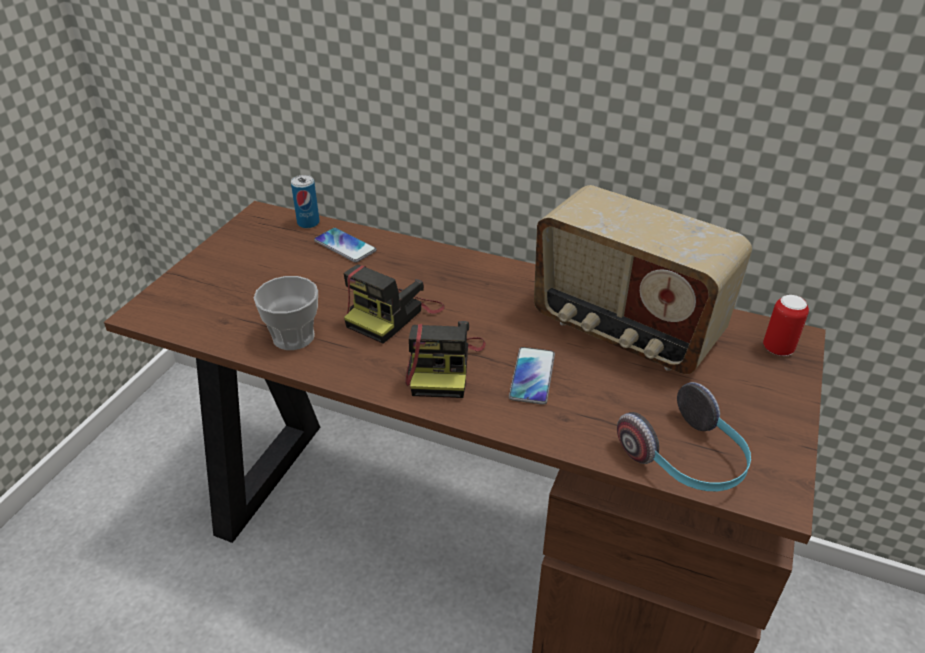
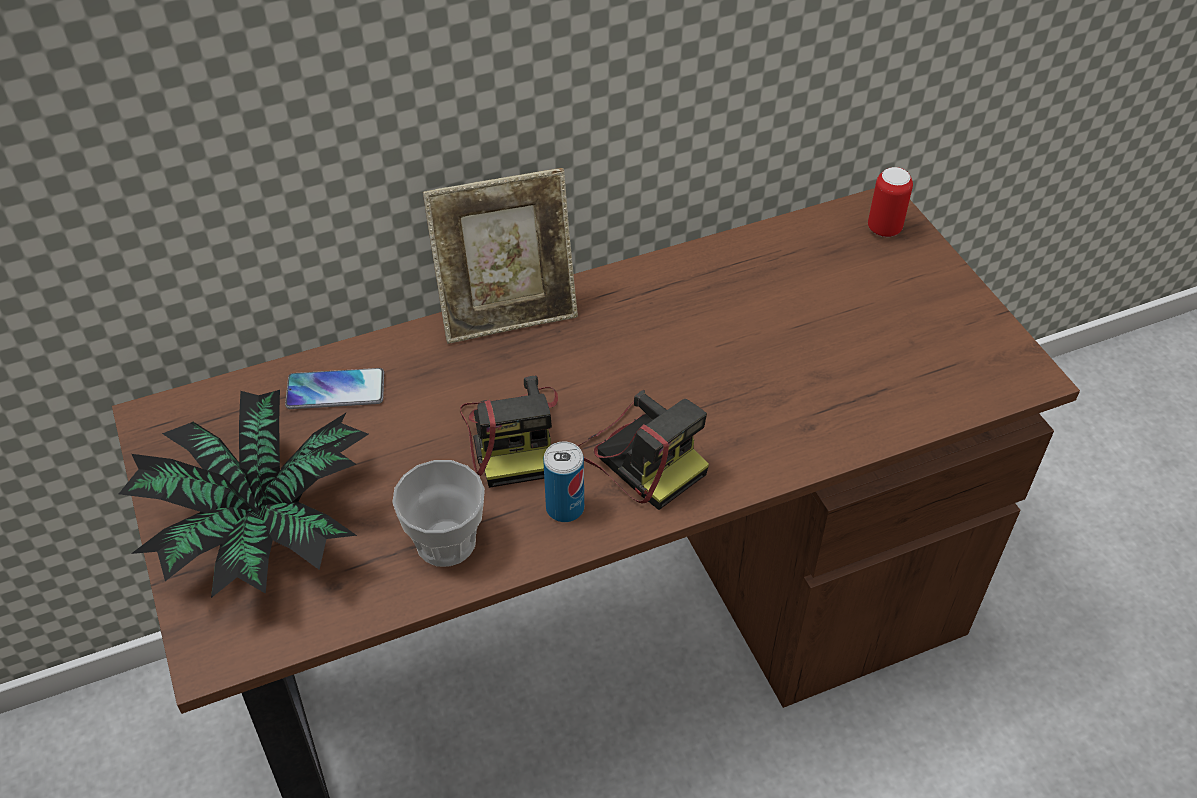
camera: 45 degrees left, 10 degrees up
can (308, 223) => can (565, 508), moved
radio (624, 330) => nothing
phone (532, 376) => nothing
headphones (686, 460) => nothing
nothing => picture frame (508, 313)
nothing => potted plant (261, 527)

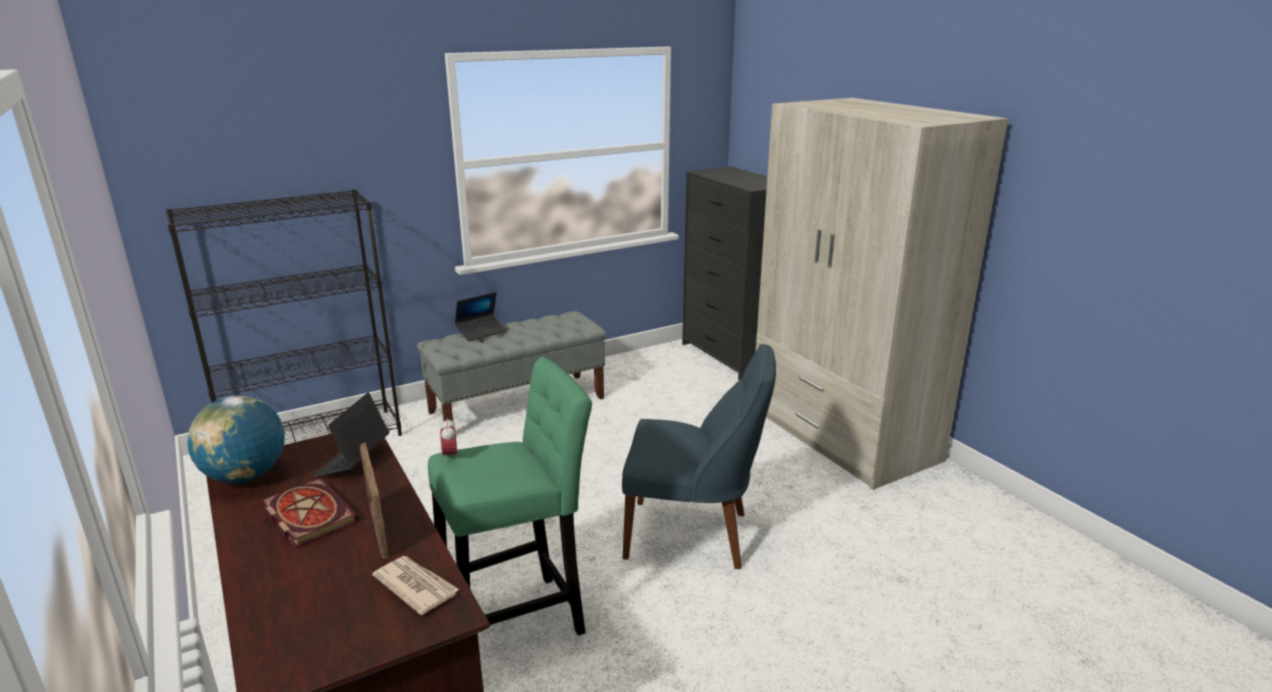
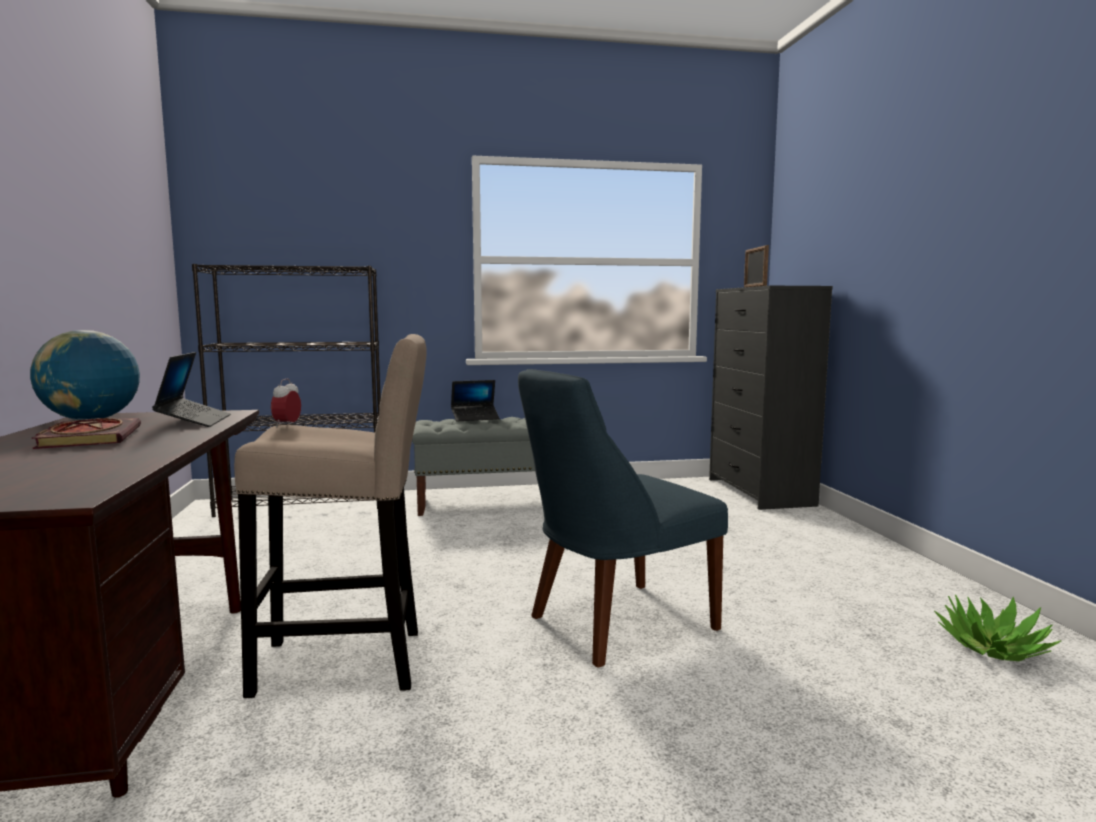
camera: 20 degrees right, 15 degrees down
wardrobe (beige) (842, 435) => nothing
chair (blue) (693, 535) => chair (blue) (615, 624), 120 degrees clockwise
stool (green) (520, 620) => stool (beige) (350, 663)
laptop (353, 461) => laptop (194, 421), 135 degrees clockwise
picture frame (378, 529) => picture frame (754, 287), moved
newspaper (416, 586) => nothing
nothing => potted plant (993, 647)

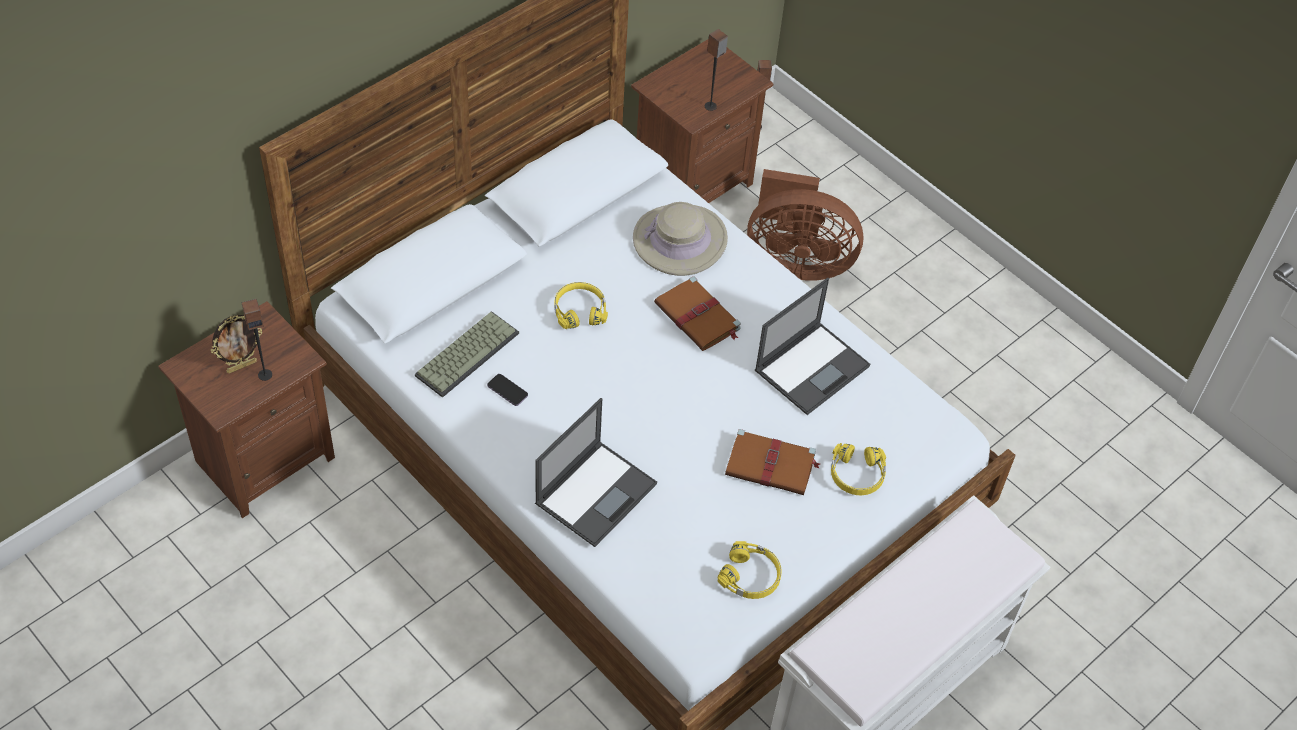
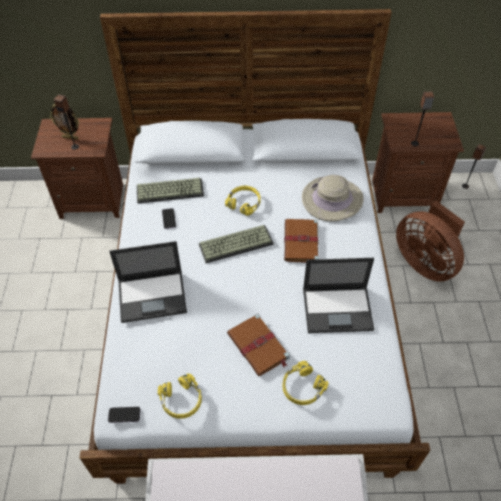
camera: 45 degrees right, 0 degrees up
nothing => keyboard (236, 243)
nothing => phone (124, 415)

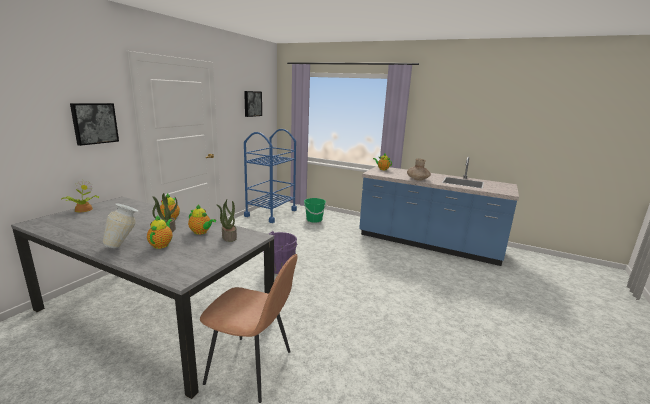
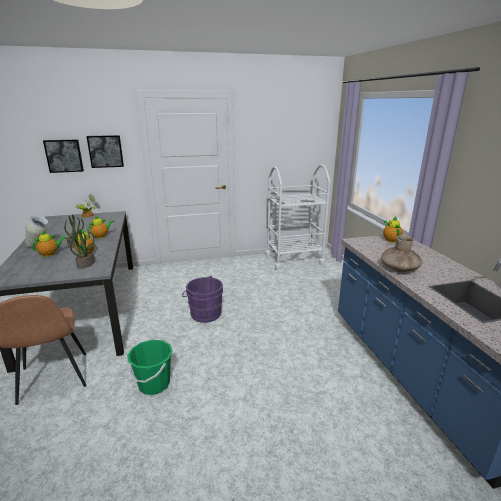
camera: 50 degrees right, 5 degrees up
picture (252, 103) => picture (64, 155), moved
cart (blue) (271, 213) => cart (white) (294, 259)
bucket (green) (314, 220) => bucket (green) (154, 384), moved

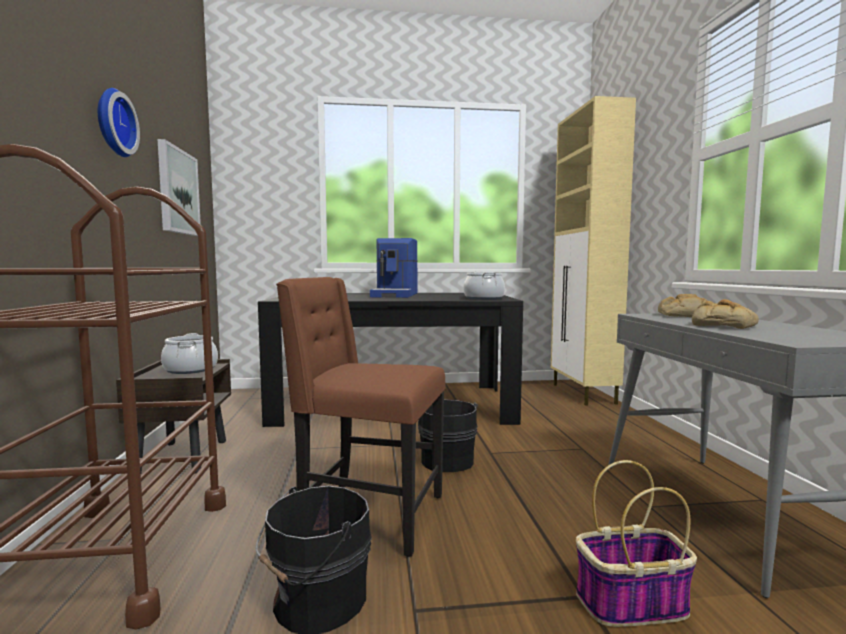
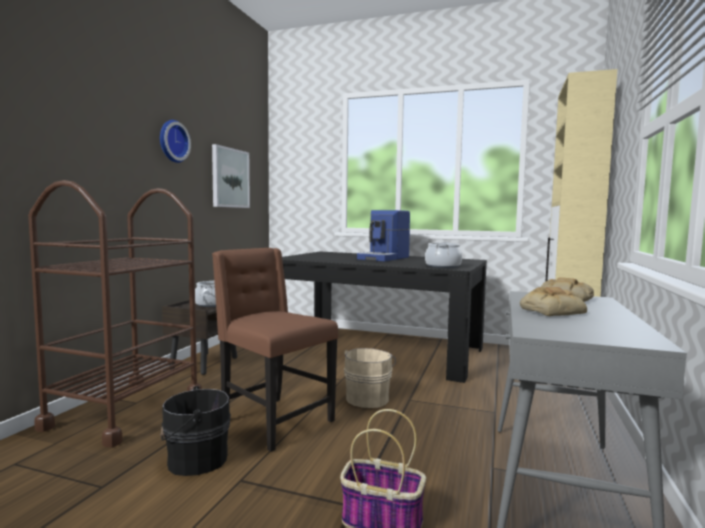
camera: 25 degrees right, 0 degrees up
bucket (black) (446, 460) => bucket (beige) (368, 398)

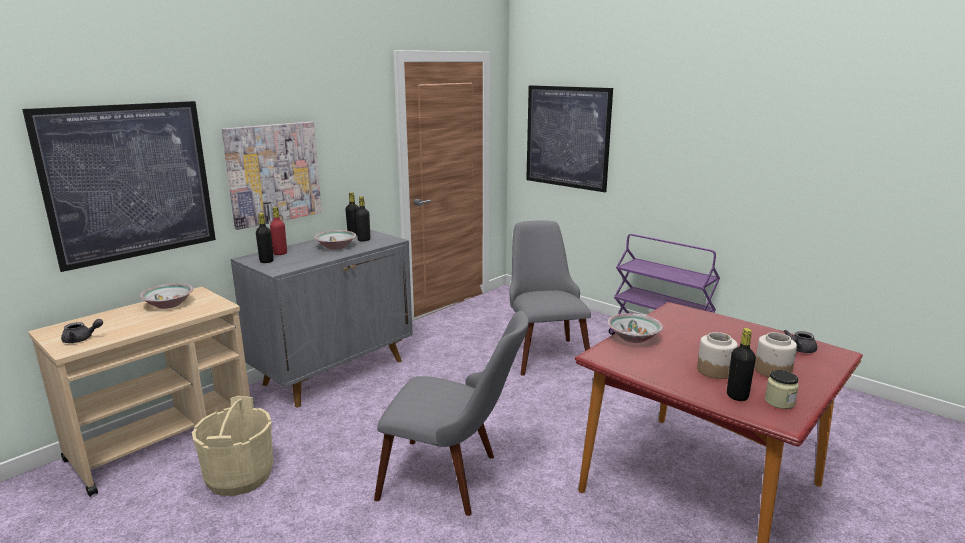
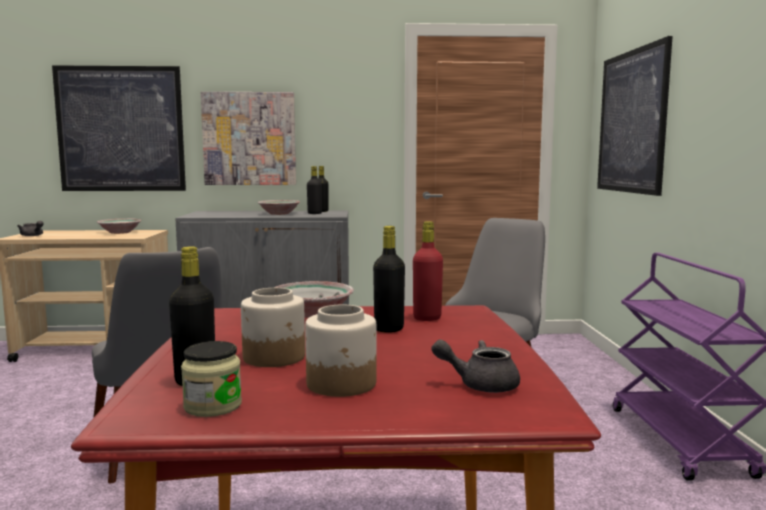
camera: 45 degrees right, 10 degrees down
bottle (red) (280, 253) => bottle (red) (427, 318), moved
bottle (black) (266, 261) => bottle (black) (389, 329), moved
bucket (beige) (239, 476) => nothing

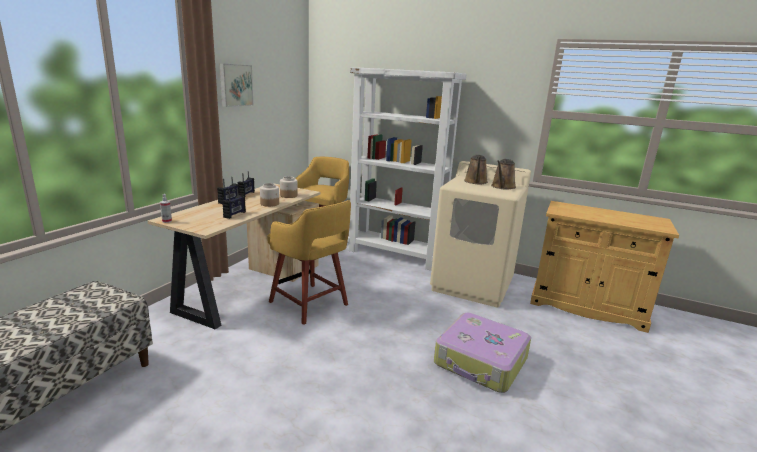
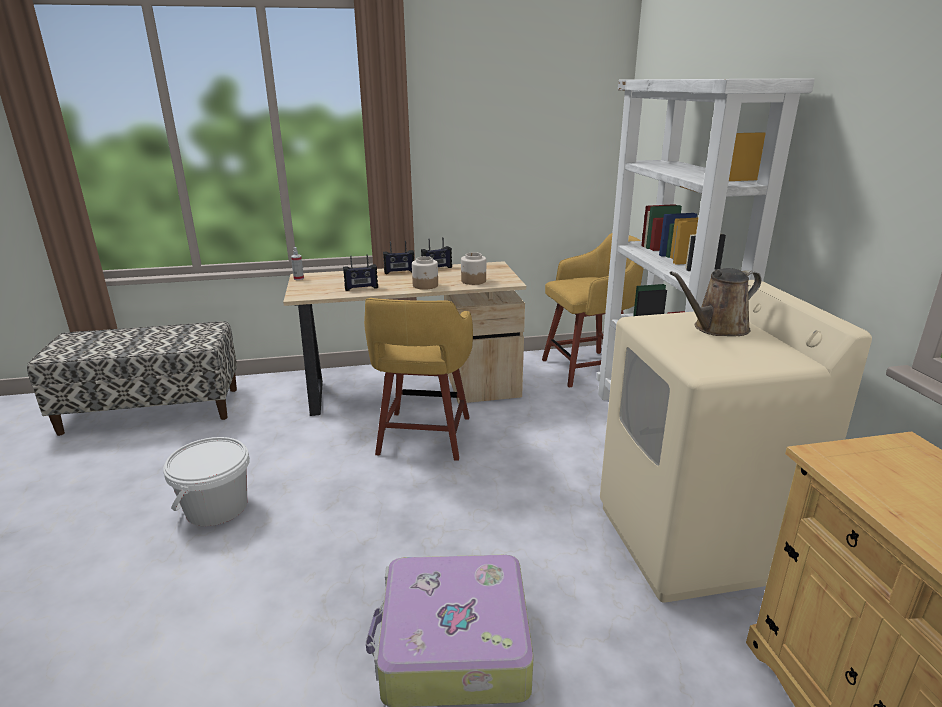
camera: 55 degrees right, 5 degrees up
picture (235, 85) => nothing
watering can (brown) (502, 187) => nothing
nothing => bucket (white) (216, 507)

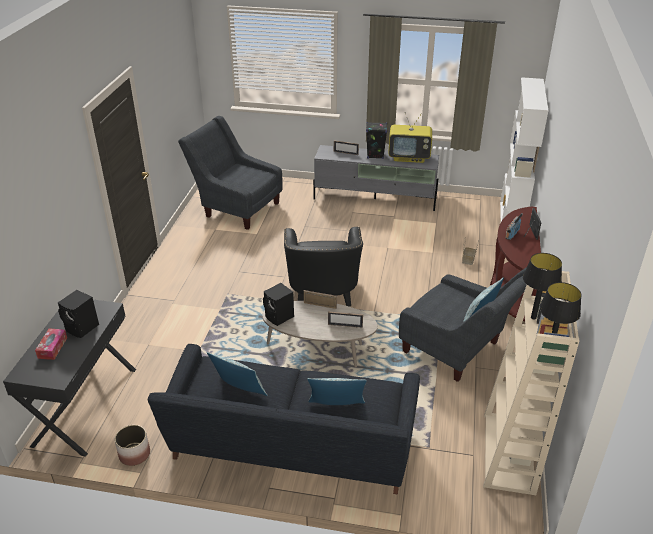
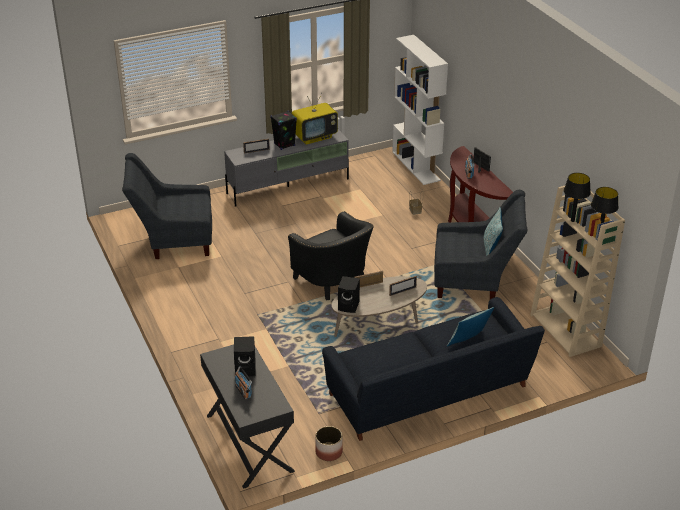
camera: 35 degrees left, 0 degrees up
tissue box (52, 348) => radio (243, 391)
pillow (239, 391) => nothing

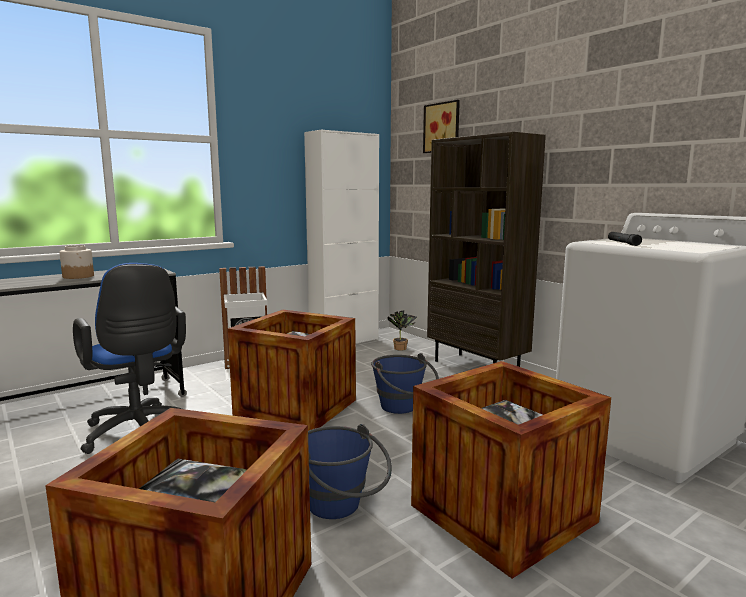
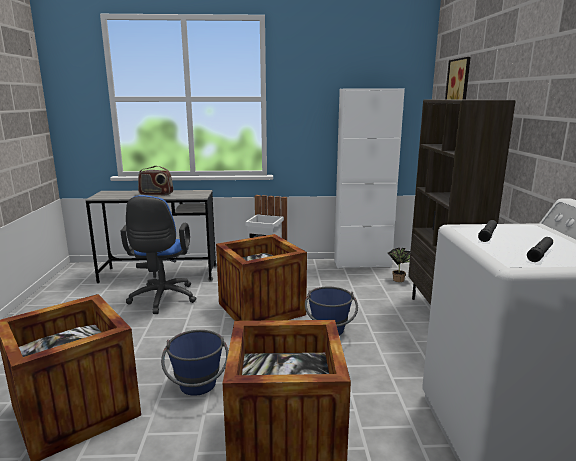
camera: 35 degrees right, 5 degrees up
jar (78, 276) => radio (156, 194)
nothing => flashlight (black) (540, 254)

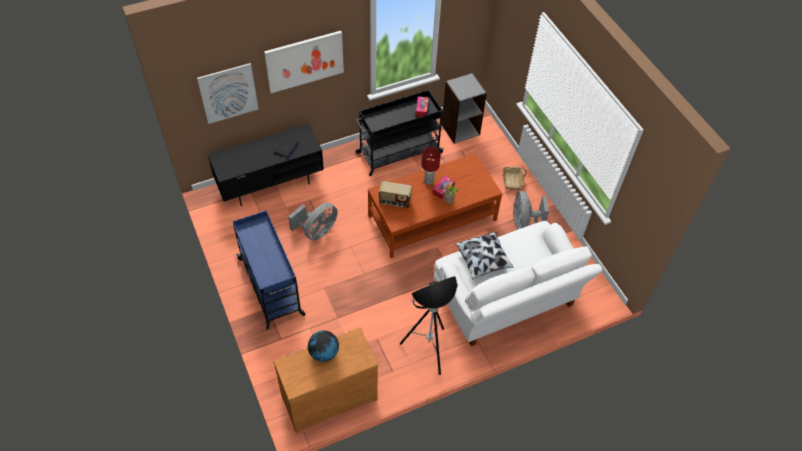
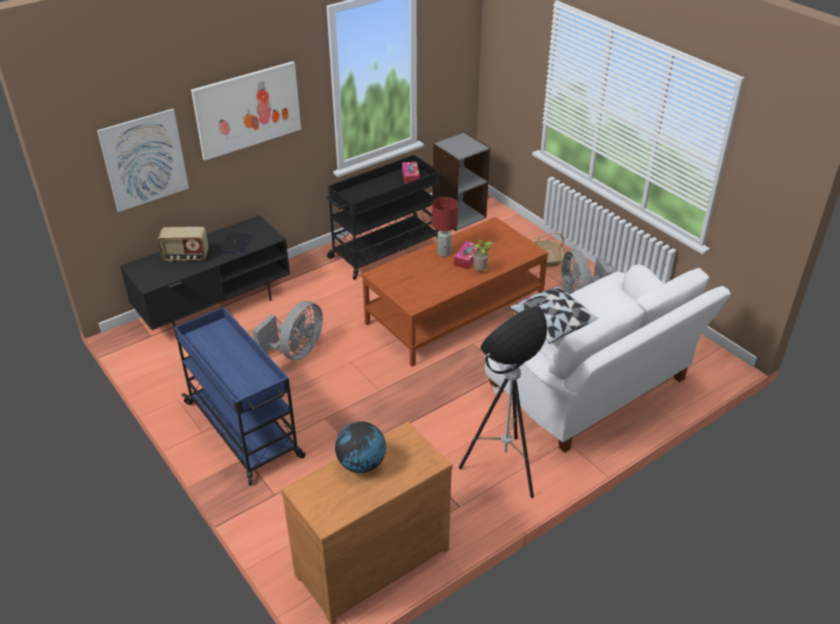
camera: 10 degrees left, 15 degrees down
radio (395, 202) => radio (186, 257), moved

